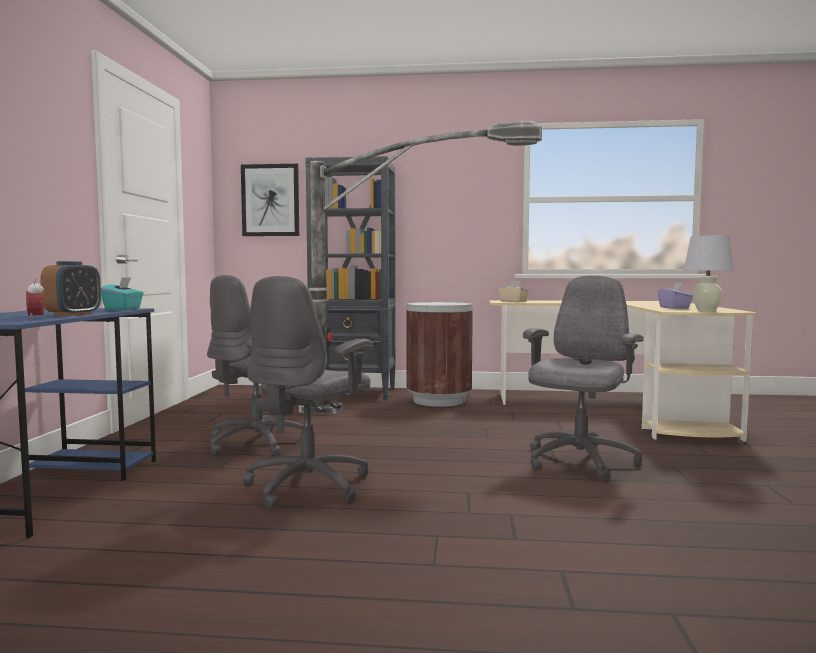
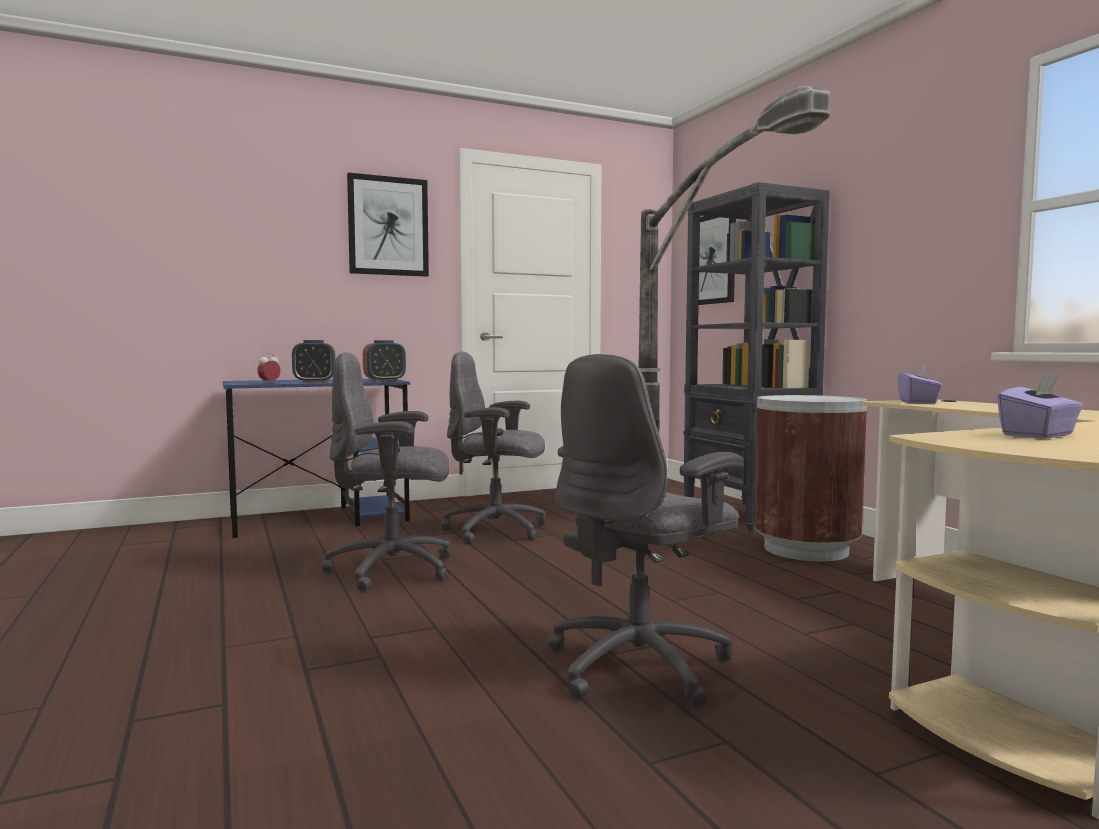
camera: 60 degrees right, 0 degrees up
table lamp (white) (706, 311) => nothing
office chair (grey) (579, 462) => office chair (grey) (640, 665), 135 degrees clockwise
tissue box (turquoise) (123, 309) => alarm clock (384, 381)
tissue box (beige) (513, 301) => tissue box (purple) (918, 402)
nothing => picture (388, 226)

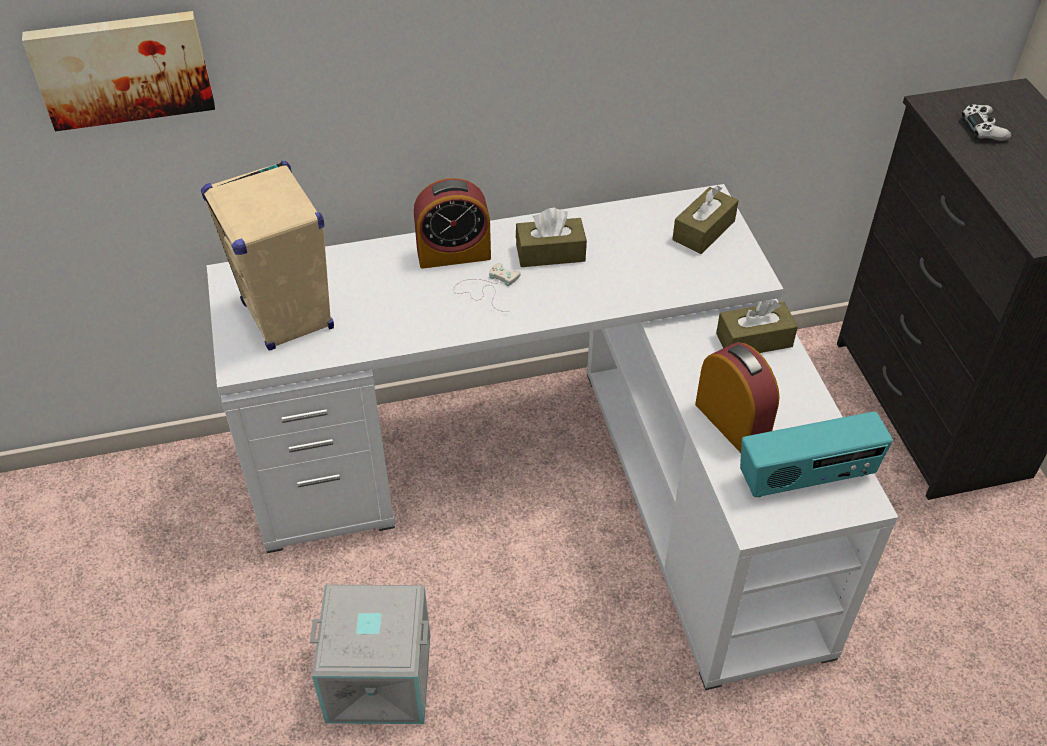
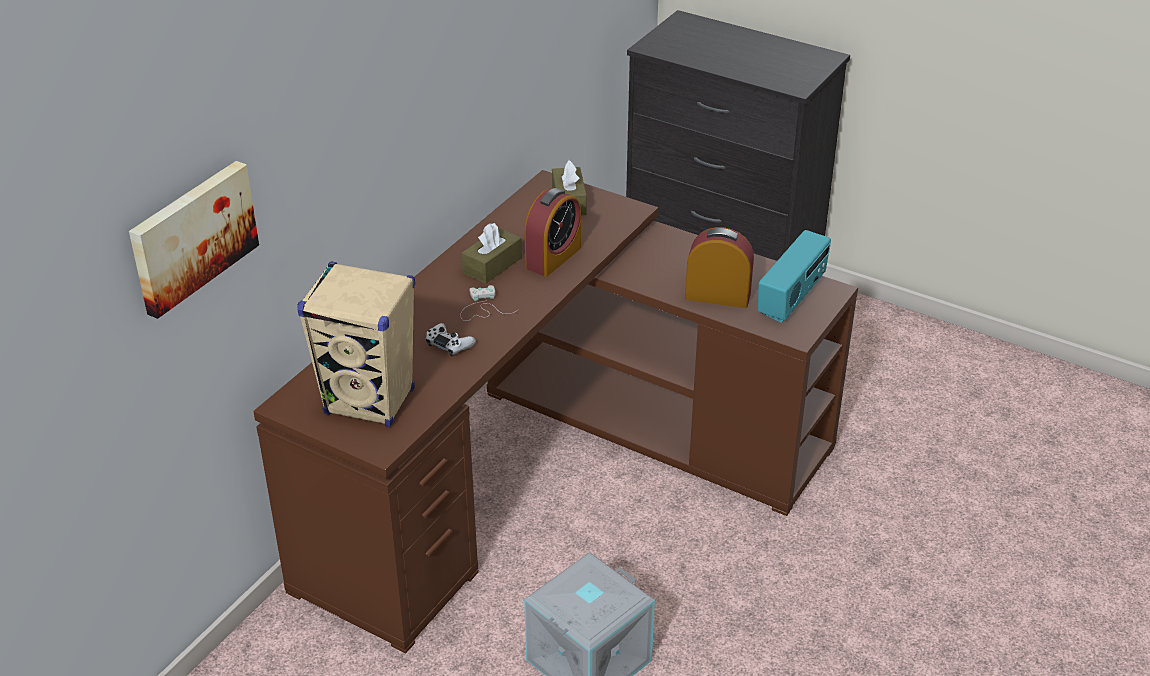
camera: 45 degrees left, 10 degrees down
game controller (white) (983, 129) => game controller (white) (449, 344), moved
alarm clock (453, 254) => alarm clock (553, 257), moved
desk (white) (562, 480) => desk (brown) (554, 467)
tissue box (brown) (754, 340) => nothing

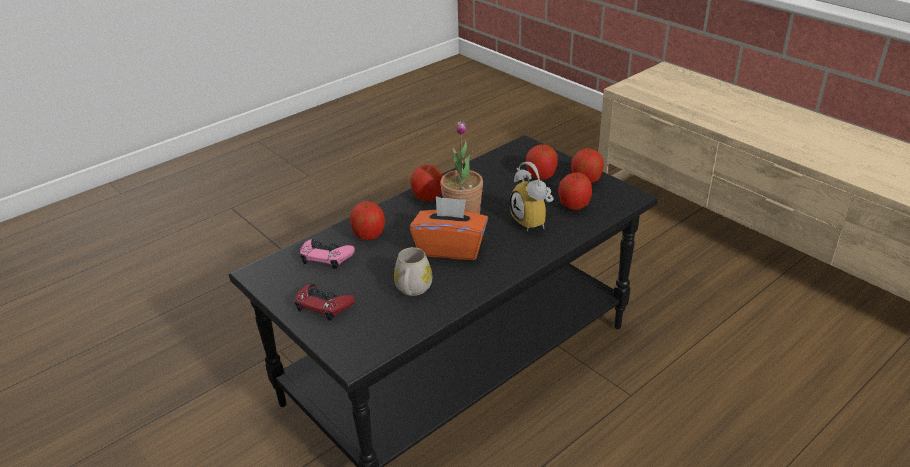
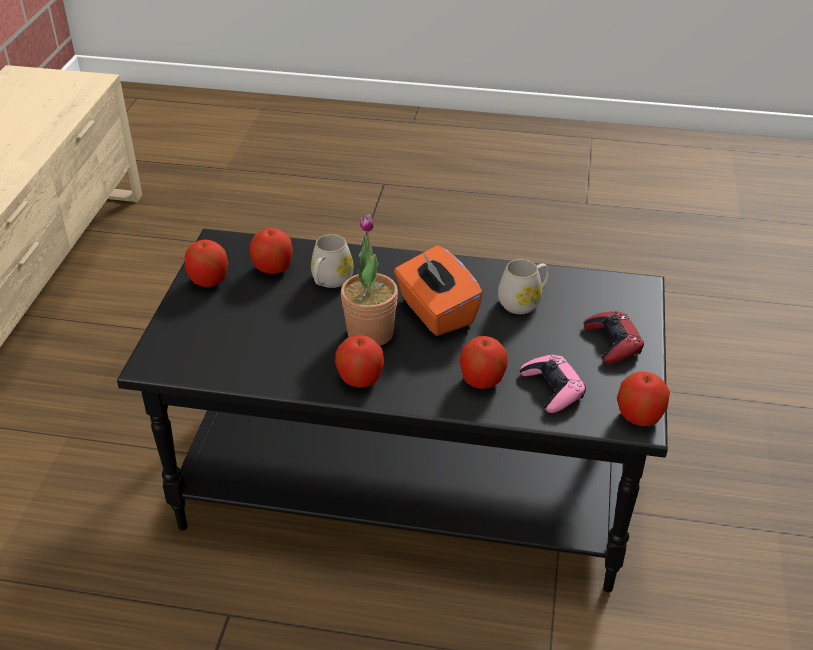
camera: 130 degrees left, 5 degrees up
apple (541, 176) => apple (639, 417), moved
alarm clock (534, 221) => mug (white) (330, 281)

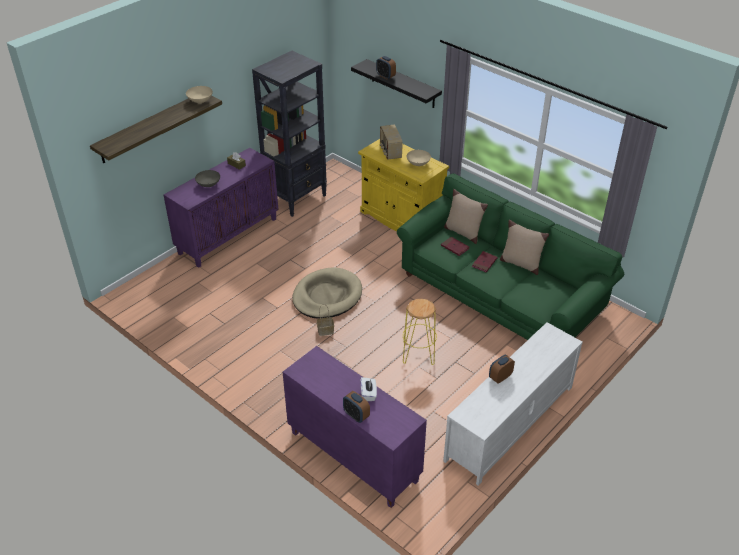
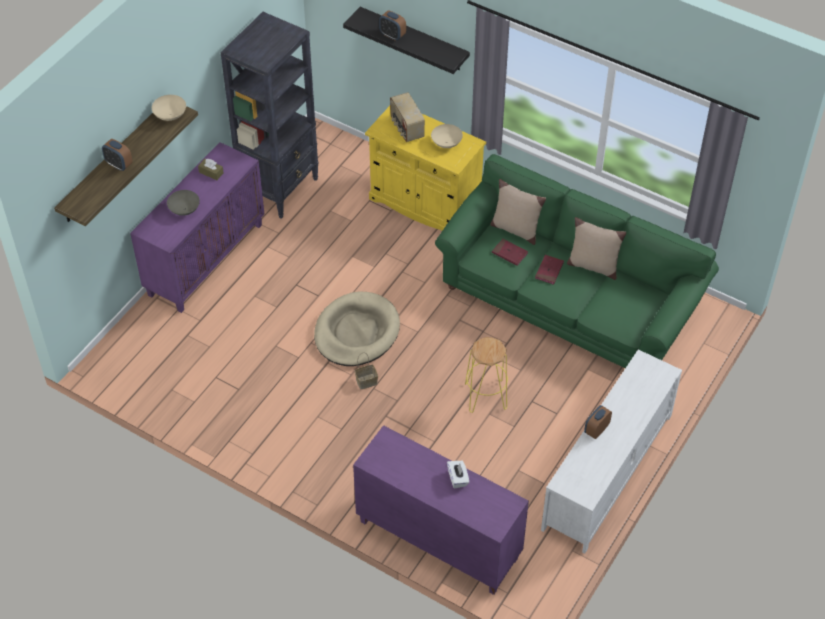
camera: 10 degrees left, 10 degrees up
alarm clock (356, 415) => alarm clock (119, 165), moved

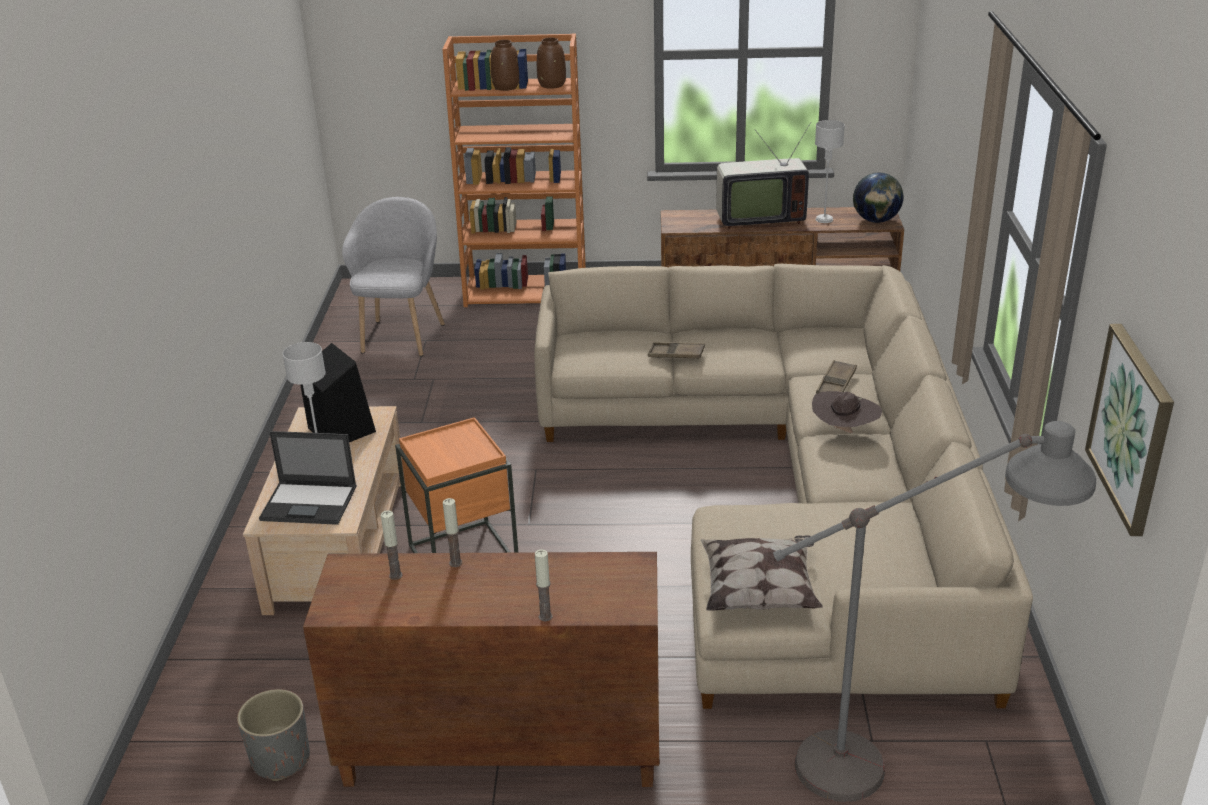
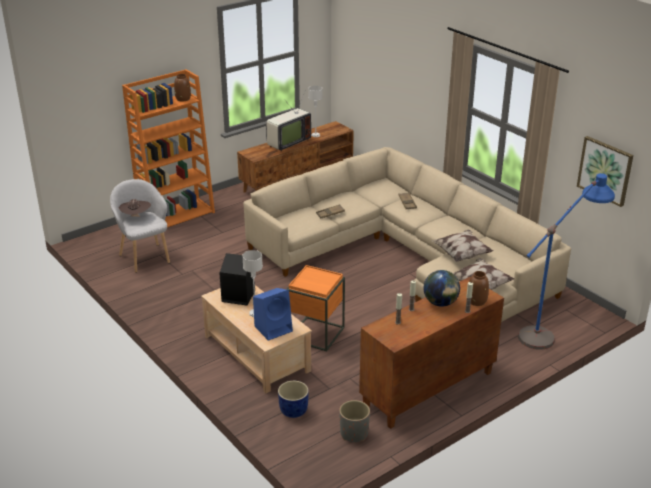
camera: 40 degrees left, 0 degrees up
vase (brown) (506, 87) => vase (brown) (477, 301), moved
globe (876, 221) => globe (440, 303), moved
hat (brown) (844, 432) => hat (brown) (135, 217), moved
floor lamp (grey) (903, 766) => floor lamp (blue) (553, 328)
laptop (310, 503) => speaker (blue) (274, 328)
nothing => pillow (461, 254)
nothing => planter (blue) (294, 410)

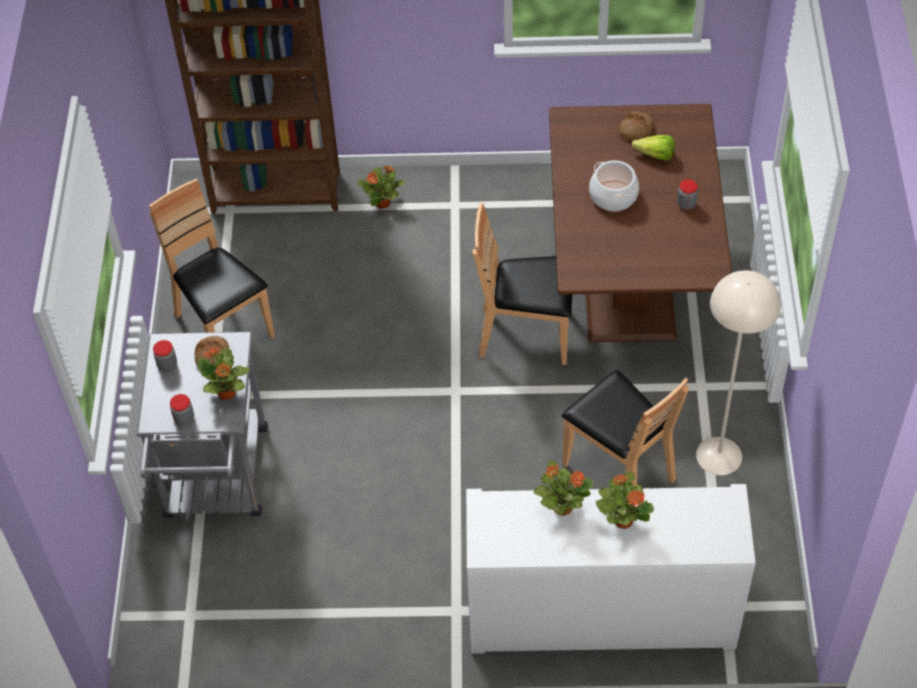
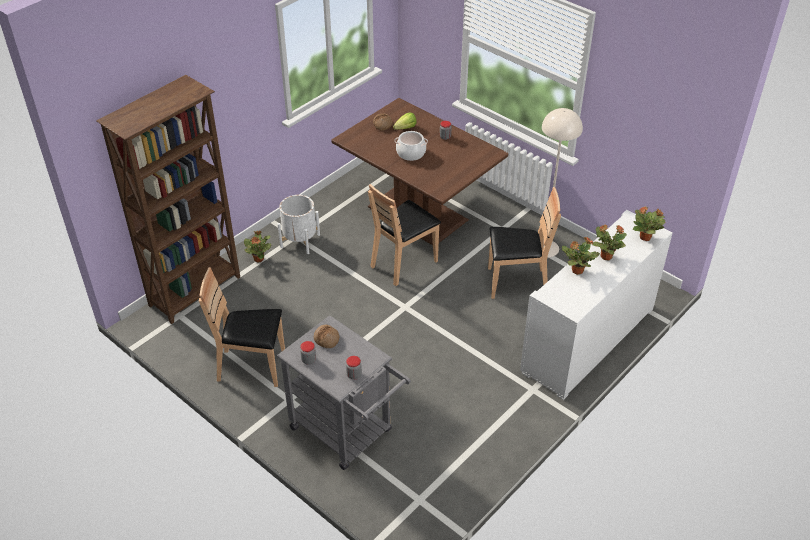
camera: 50 degrees left, 10 degrees down
potted plant (227, 393) => potted plant (645, 237), moved
nothing => planter (white) (300, 241)

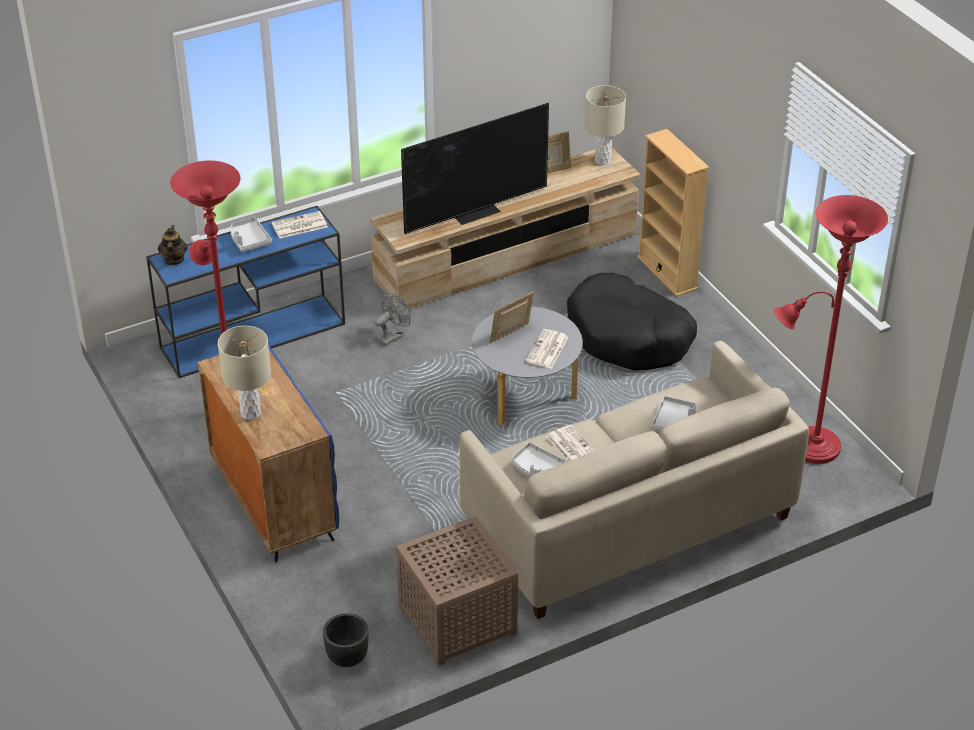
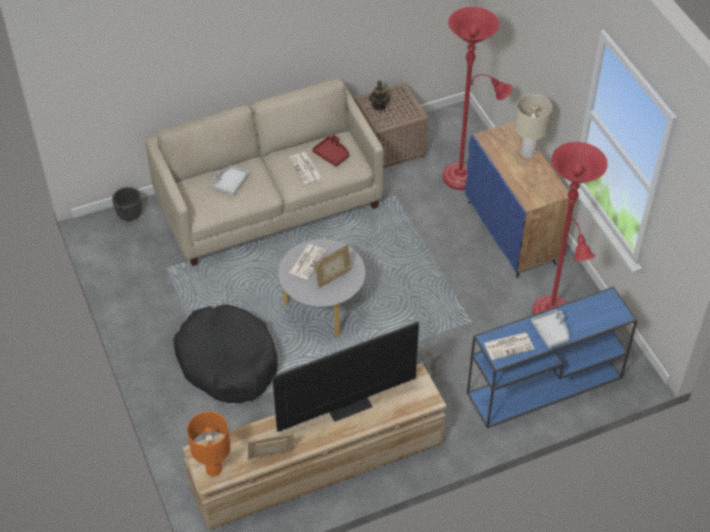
camera: 175 degrees left, 10 degrees up
table lamp (beige) (602, 160) => table lamp (orange) (214, 469)
bookcase (beige) (667, 273) => nothing
floor lamp (red) (808, 447) => floor lamp (red) (465, 177), moved
teapot (173, 260) => teapot (379, 105), moved
tray (grey) (537, 469) => tray (red) (332, 154)
planter (black) (347, 658) => planter (black) (130, 214), moved

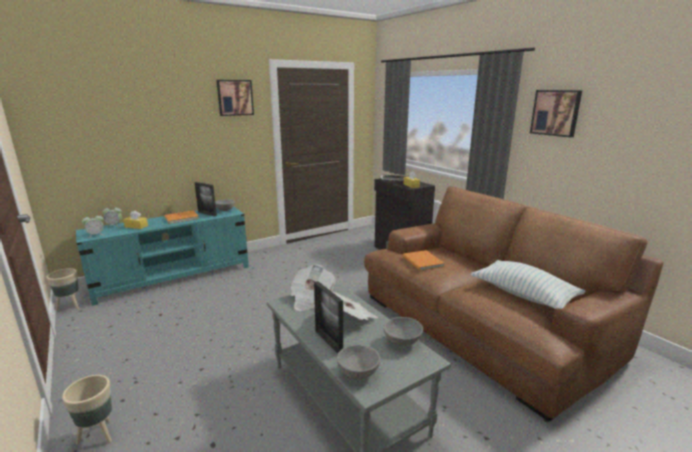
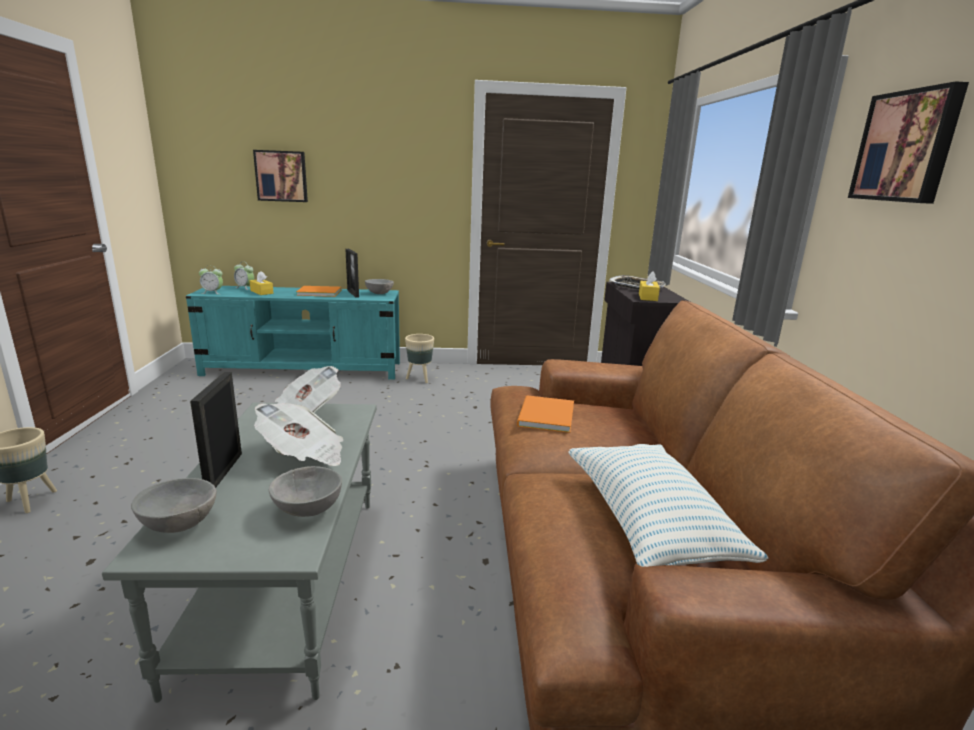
camera: 30 degrees right, 0 degrees up
picture (235, 97) => picture (281, 176), moved
planter (beige) (70, 307) => planter (beige) (419, 379), moved

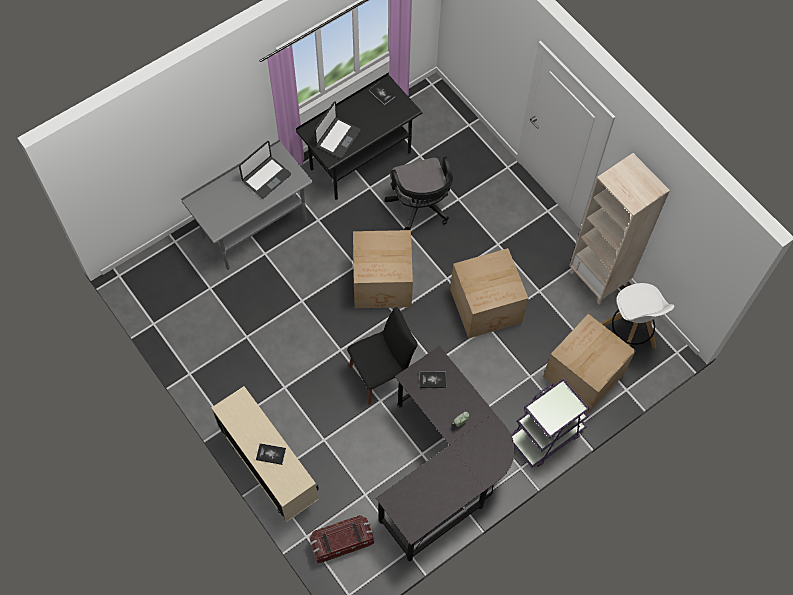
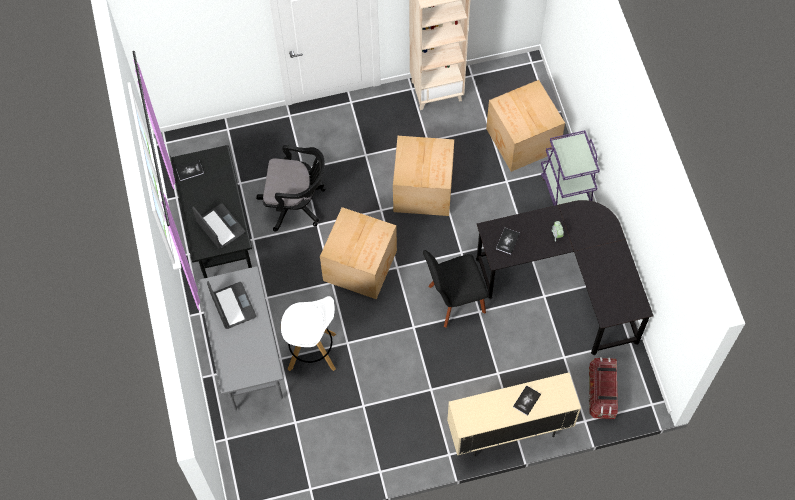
camera: 65 degrees left, 0 degrees up
stool (white) (629, 336) => stool (white) (313, 351), moved
chair (black) (381, 374) => chair (black) (453, 300), 105 degrees counterclockwise

